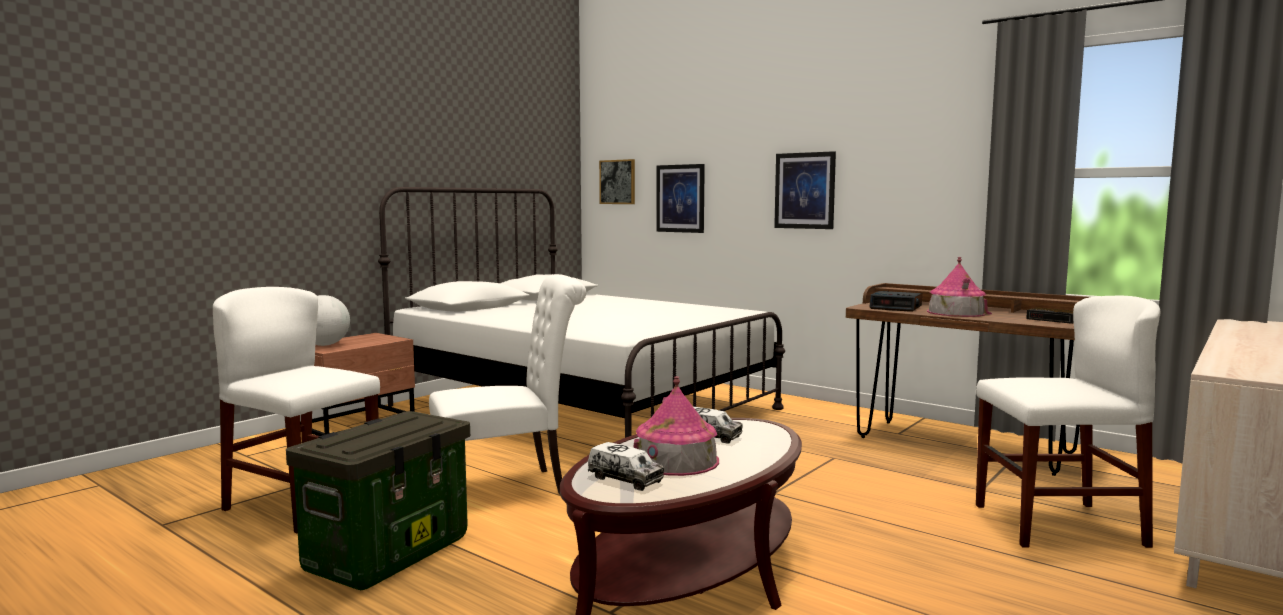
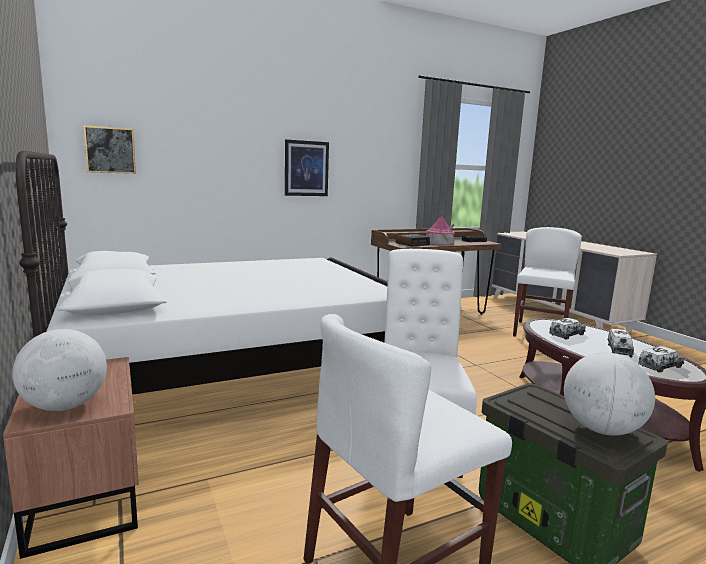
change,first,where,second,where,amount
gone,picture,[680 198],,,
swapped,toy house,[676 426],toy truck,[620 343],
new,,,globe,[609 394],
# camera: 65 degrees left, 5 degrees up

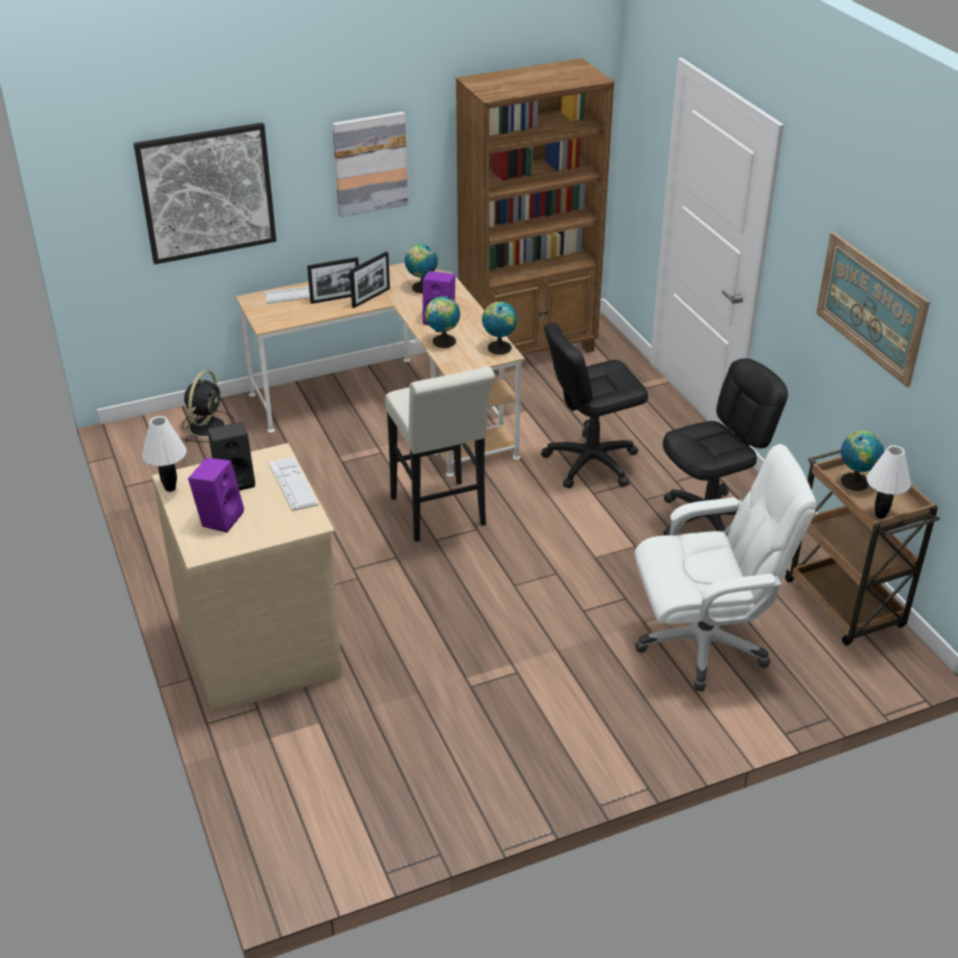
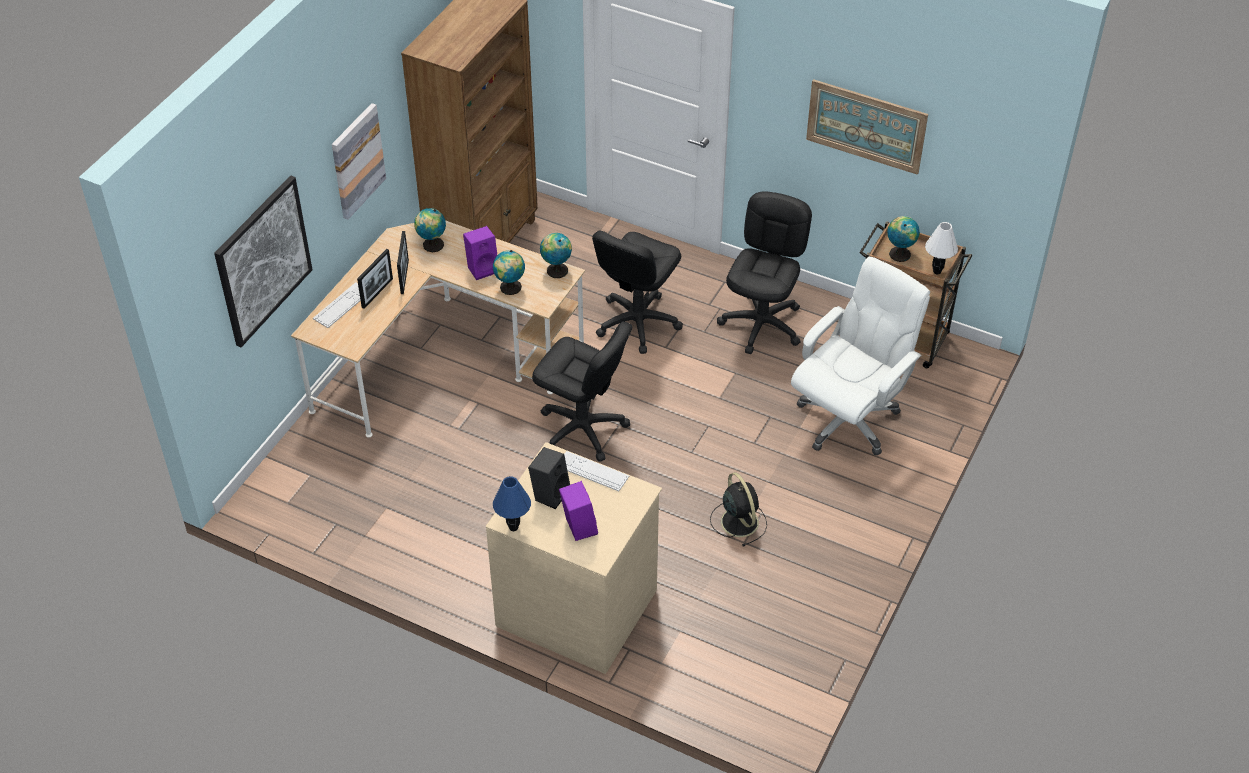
change,first,where,second,where,amount
swapped,stool (white),[440 454],office chair (black),[582 391],
shifted,fan (black),[208 406],,[738 509],
repainted,table lamp (white),[164 454],table lamp (blue),[512 503],
# camera: 40 degrees left, 10 degrees up

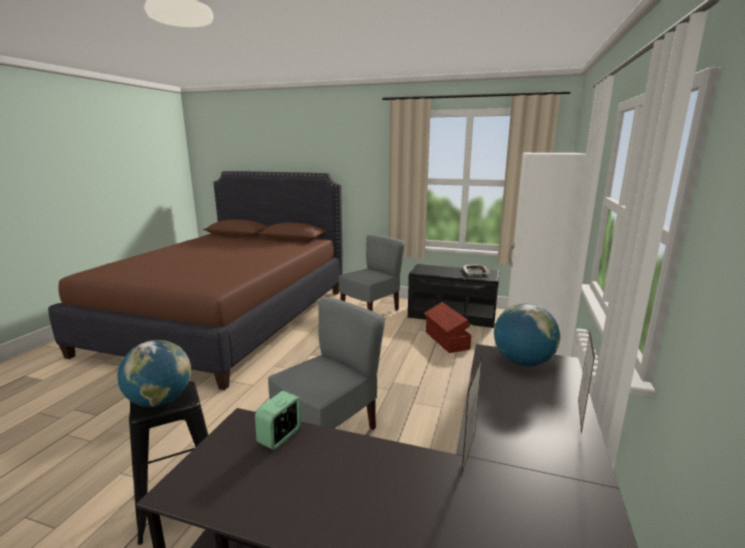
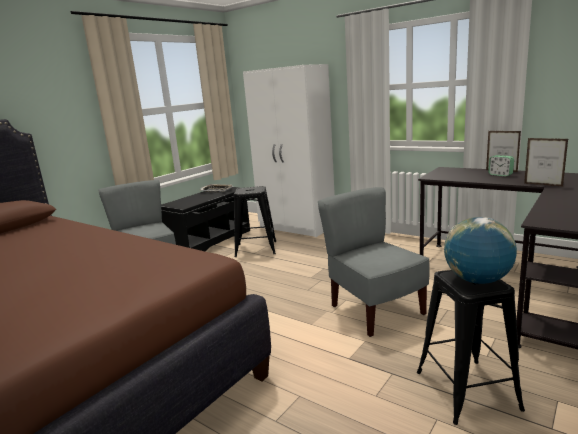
change,first,where,second,where,amount
swapped,storage box (brown),[447 327],stool (black),[255 221],
gone,globe,[527 334],,,
shifted,alarm clock,[278 420],,[501 165],
# camera: 70 degrees left, 0 degrees up

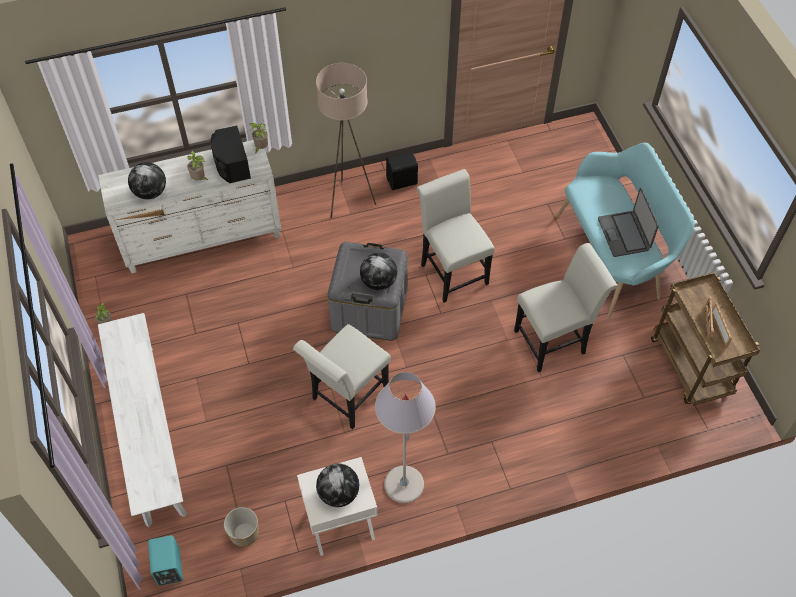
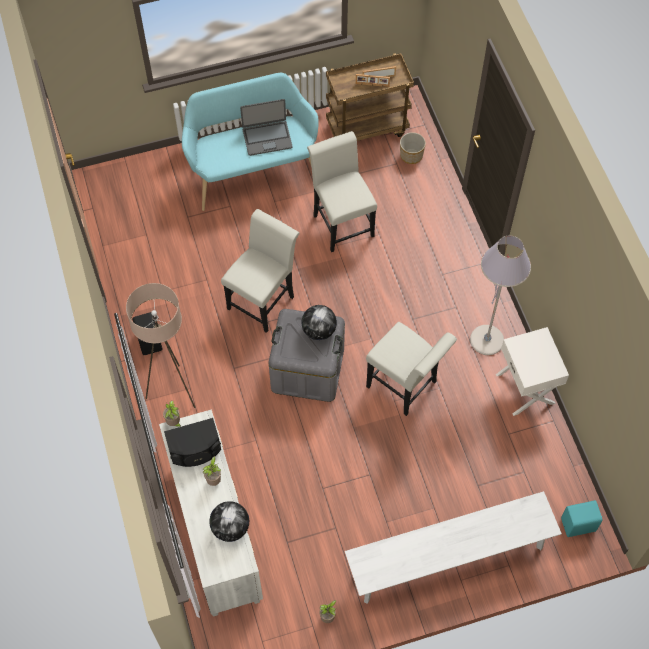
change,first,where,second,where,amount
rotated,chair (white),[456 236],,[260 271],150 degrees clockwise
gone,globe,[337 485],,,
shifted,planter,[241 527],,[413 148],
# camera: 90 degrees left, 5 degrees up

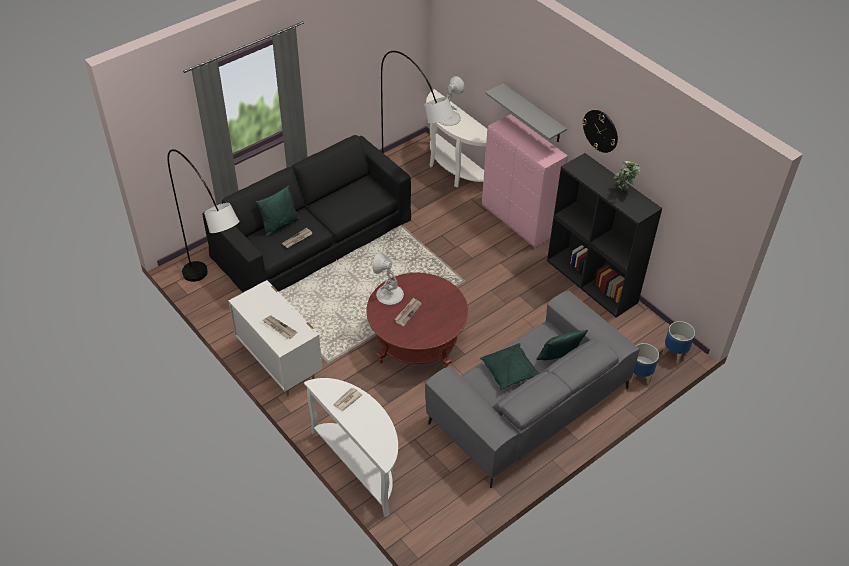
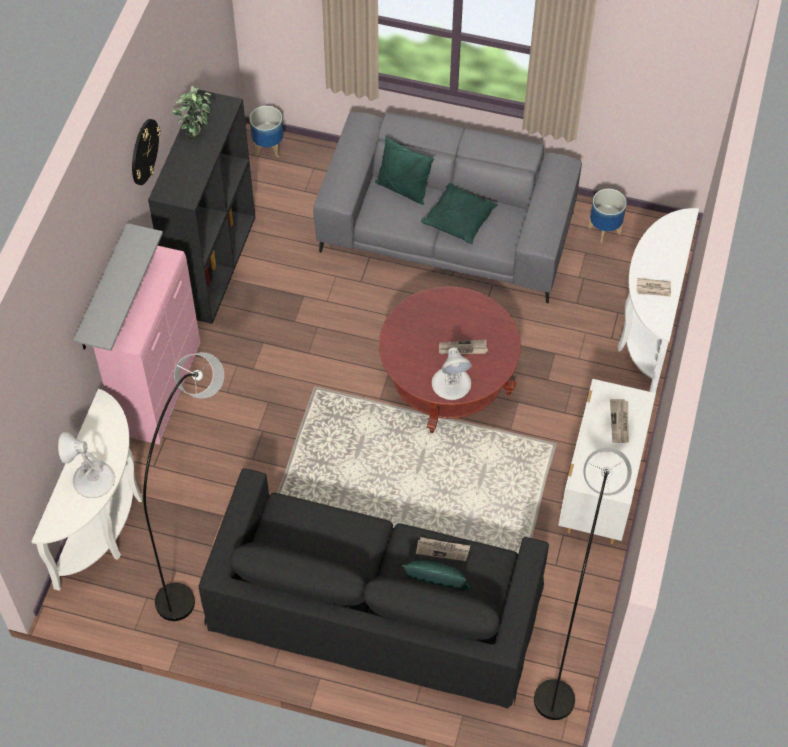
change,first,where,second,where,amount
shifted,planter,[644 364],,[607 216],
# camera: 125 degrees left, 10 degrees up

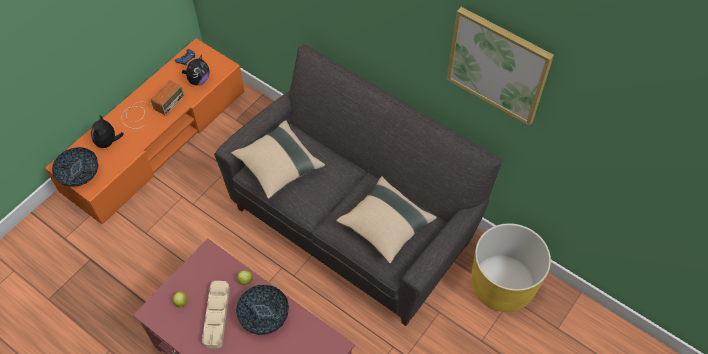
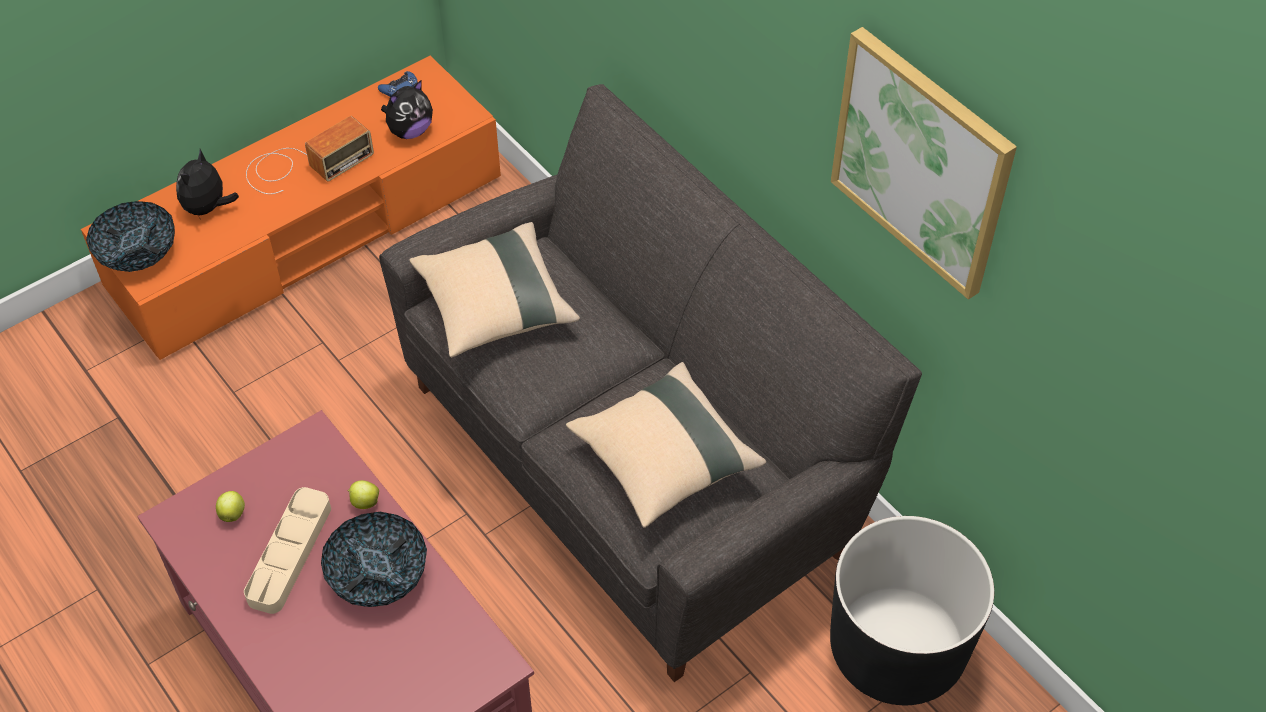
change,first,where,second,where,amount
repainted,planter (yellow),[511 267],planter (black),[912 610],
# camera: 15 degrees right, 5 degrees down

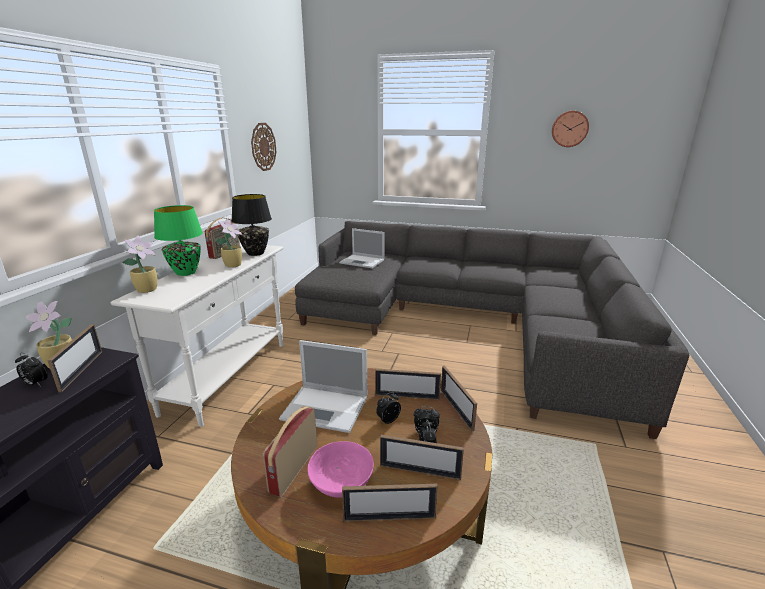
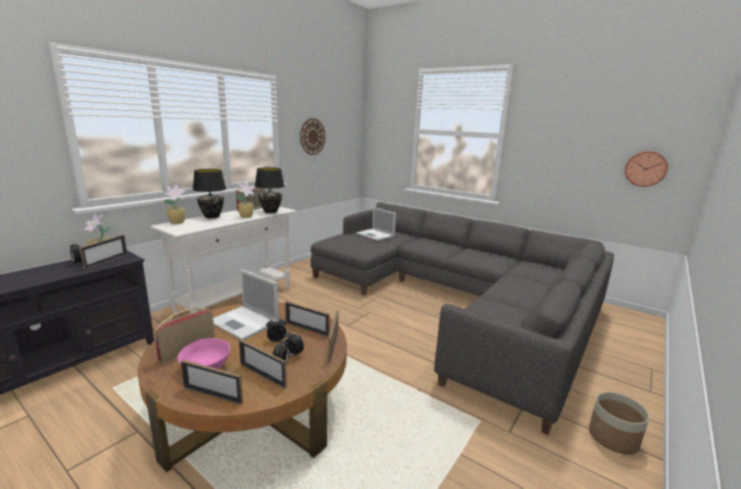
change,first,where,second,where,amount
shifted,wall clock,[570 129],,[646 169],
repainted,table lamp (green),[178 240],table lamp (black),[209 193],
new,,,planter,[619 423],
# camera: 20 degrees right, 5 degrees down

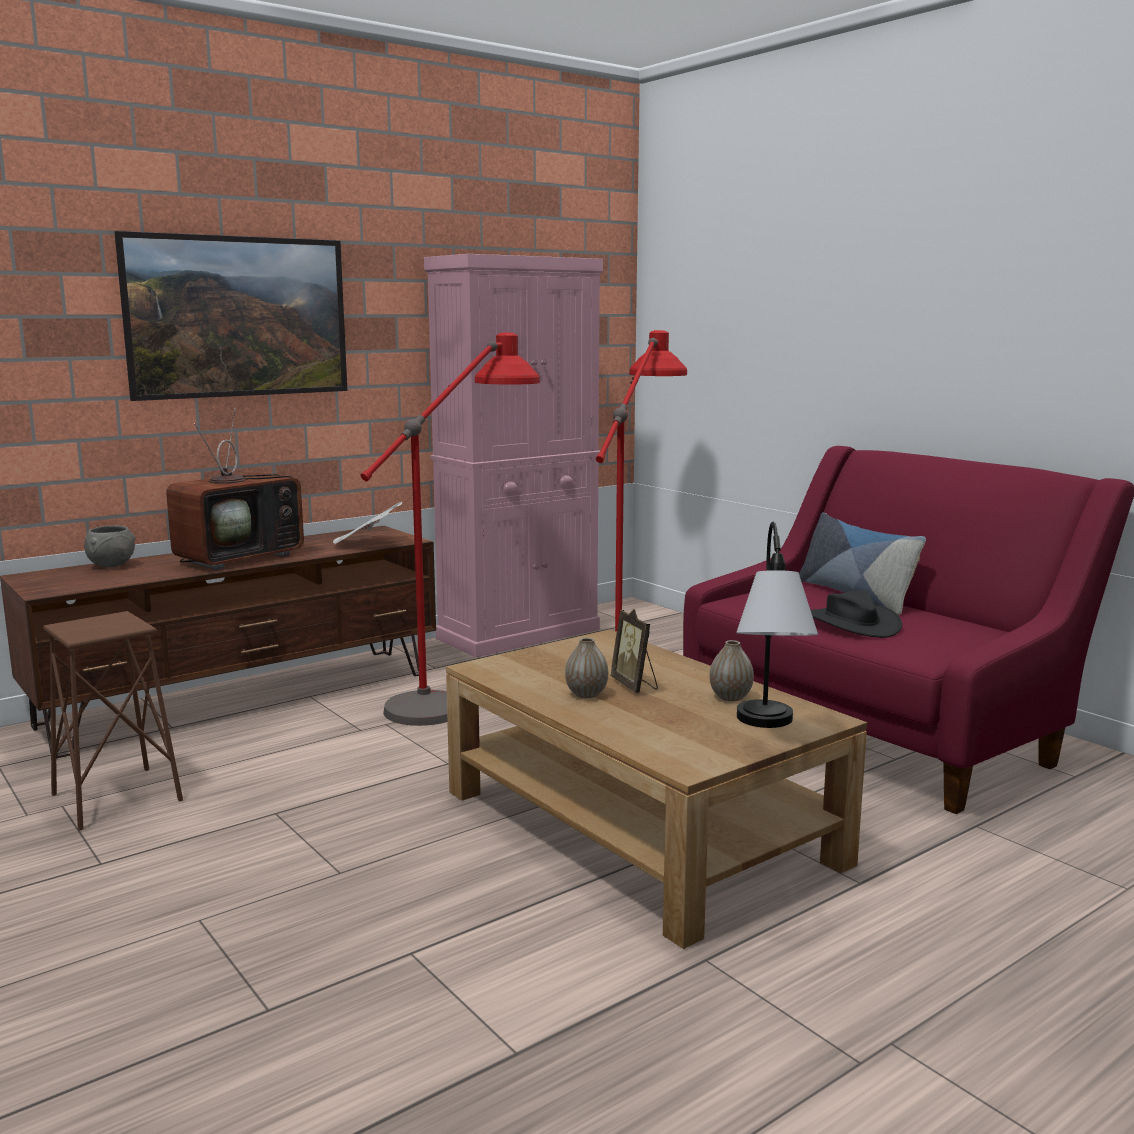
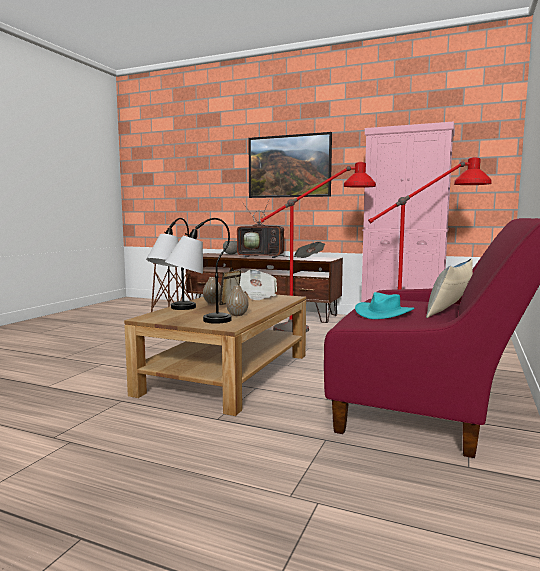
change,first,where,second,where,amount
repainted,hat (black),[856 614],hat (turquoise),[384 305],
new,,,table lamp,[171 264],
new,,,newspaper,[258 284],
# camera: 60 degrees right, 5 degrees down

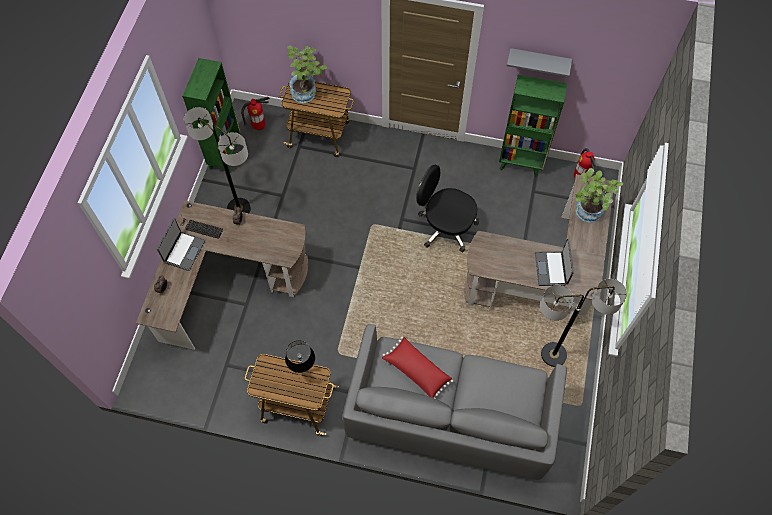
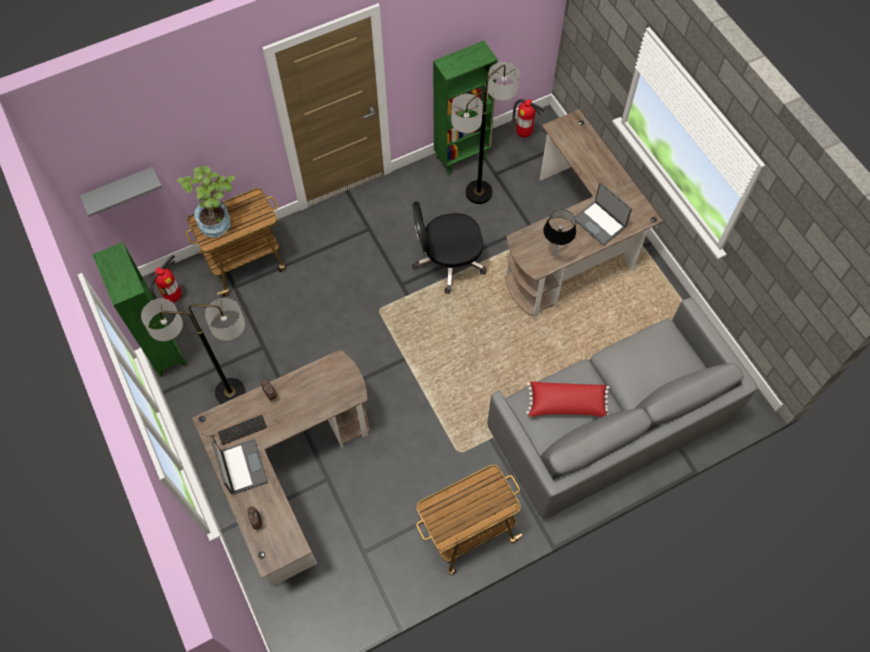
change,first,where,second,where,amount
shifted,shelf (grey),[539 62],,[121 191],
gone,potted plant,[599 195],,,
shifted,floor lamp,[583 323],,[485 133],
shifted,table lamp,[300 357],,[559 232],
# camera: 40 degrees left, 0 degrees up

